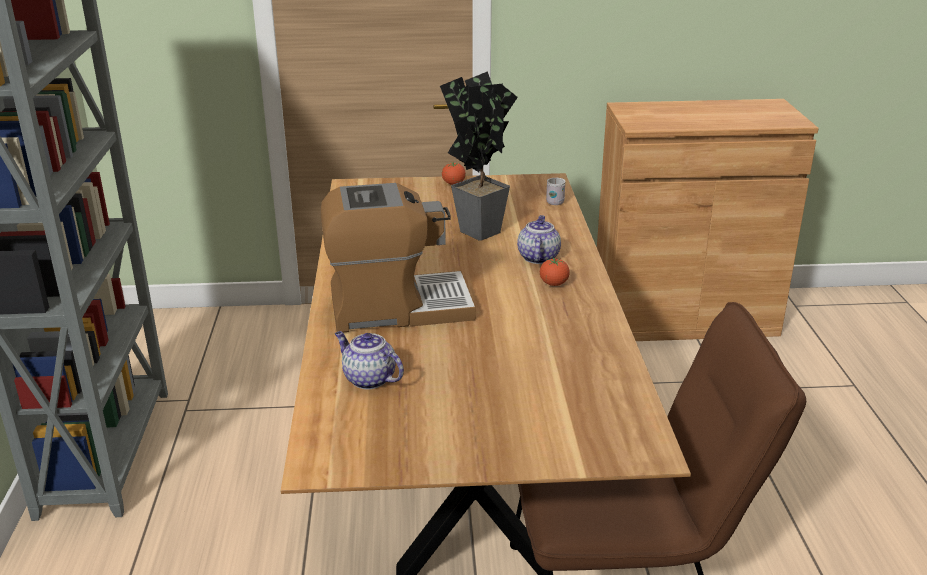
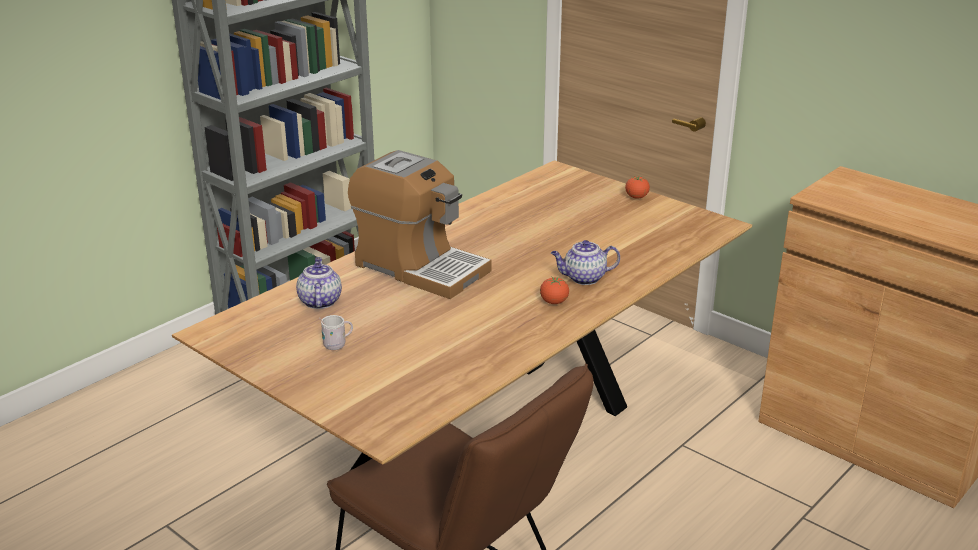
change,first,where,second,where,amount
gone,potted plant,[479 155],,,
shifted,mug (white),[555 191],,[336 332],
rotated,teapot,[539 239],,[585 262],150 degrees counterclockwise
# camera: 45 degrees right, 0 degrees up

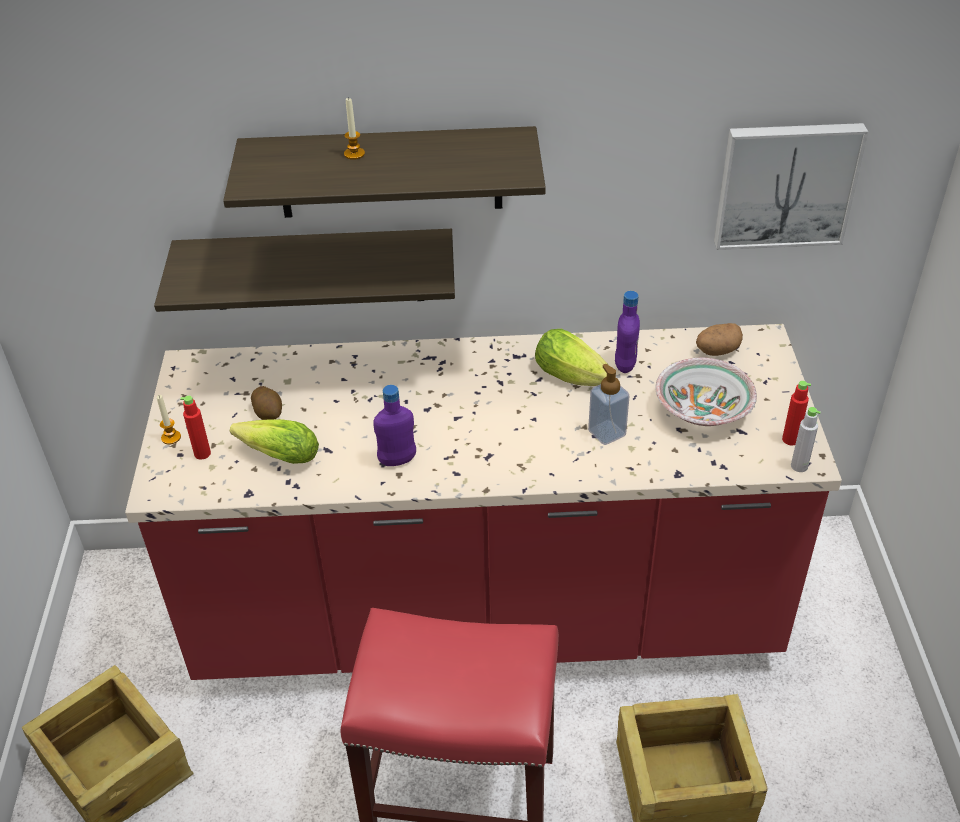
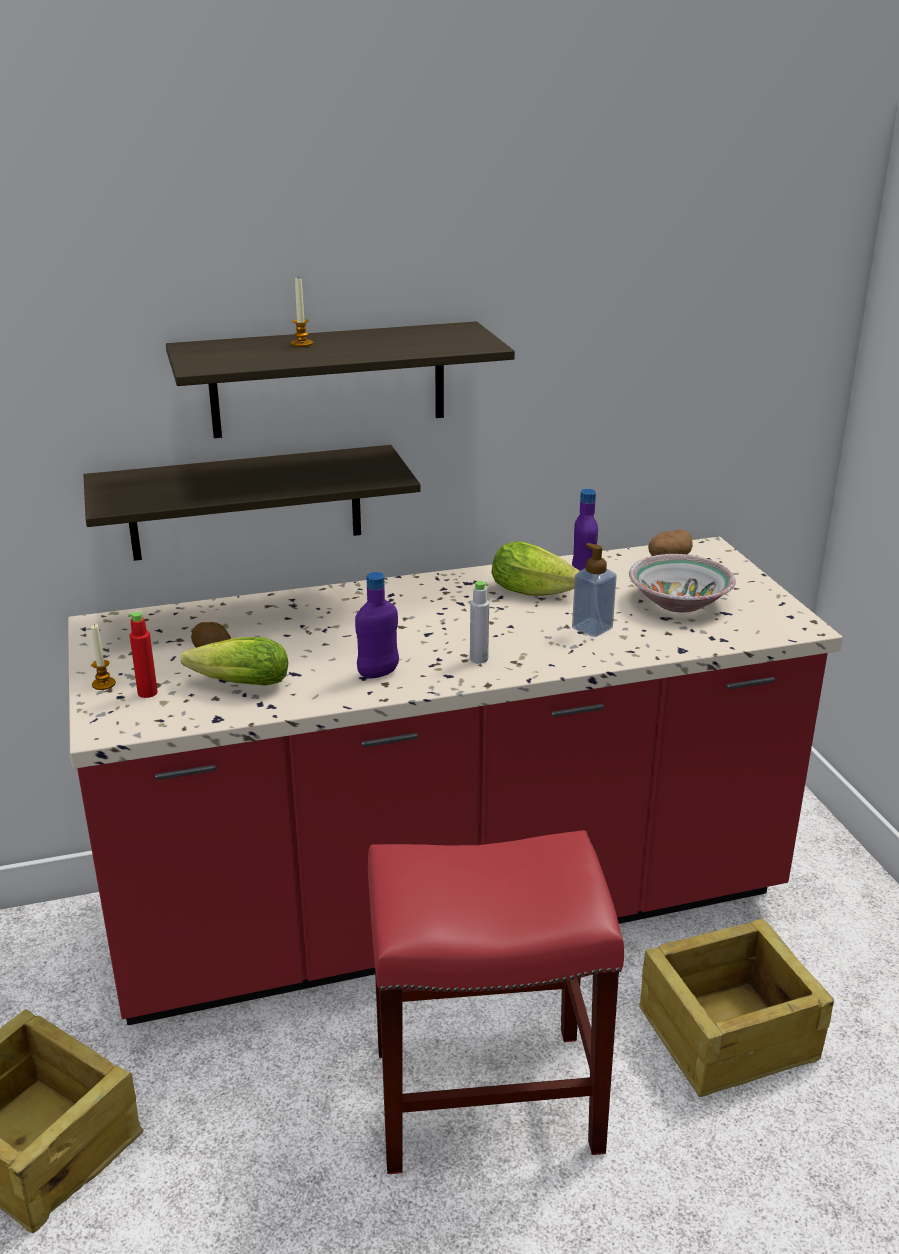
change,first,where,second,where,amount
gone,picture,[791 186],,,
gone,bottle (red),[796 413],,,
shifted,bottle (grey),[806 439],,[479 622],
# camera: 15 degrees left, 15 degrees down

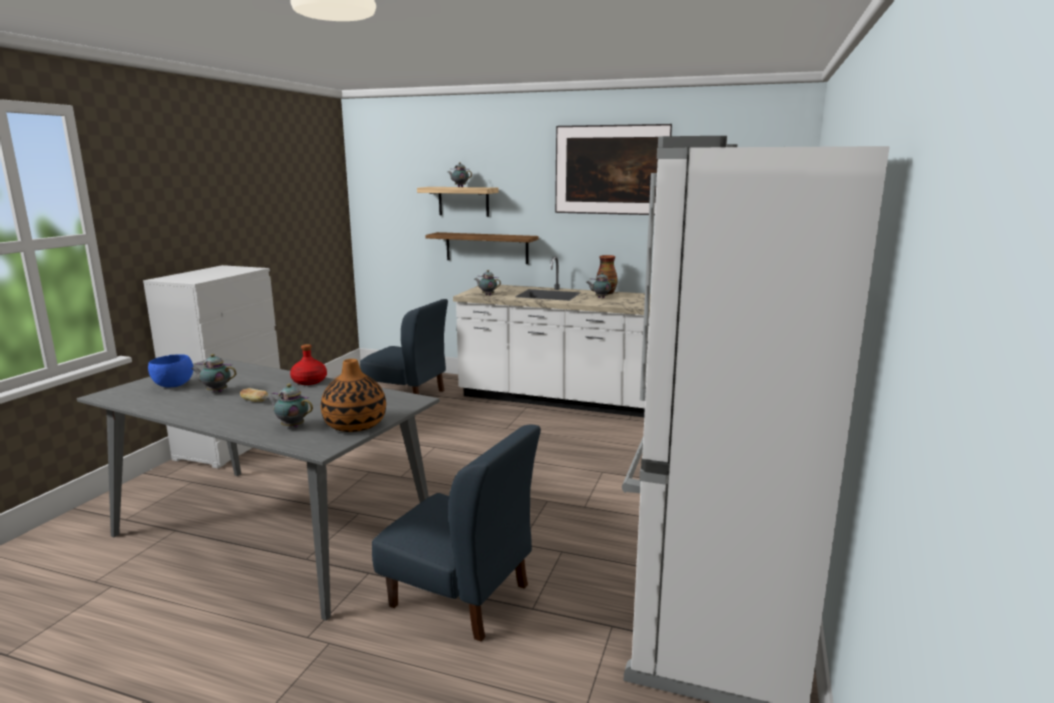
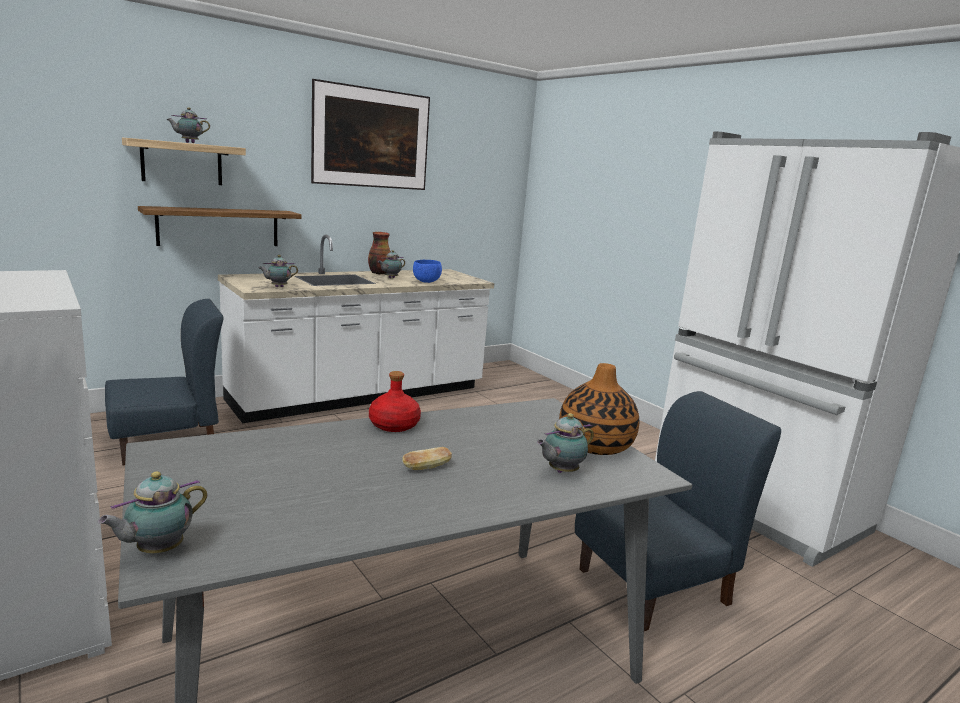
change,first,where,second,where,amount
shifted,bowl (blue),[170 370],,[427 271],
shifted,teapot,[213 373],,[152 512],
# camera: 55 degrees left, 0 degrees up

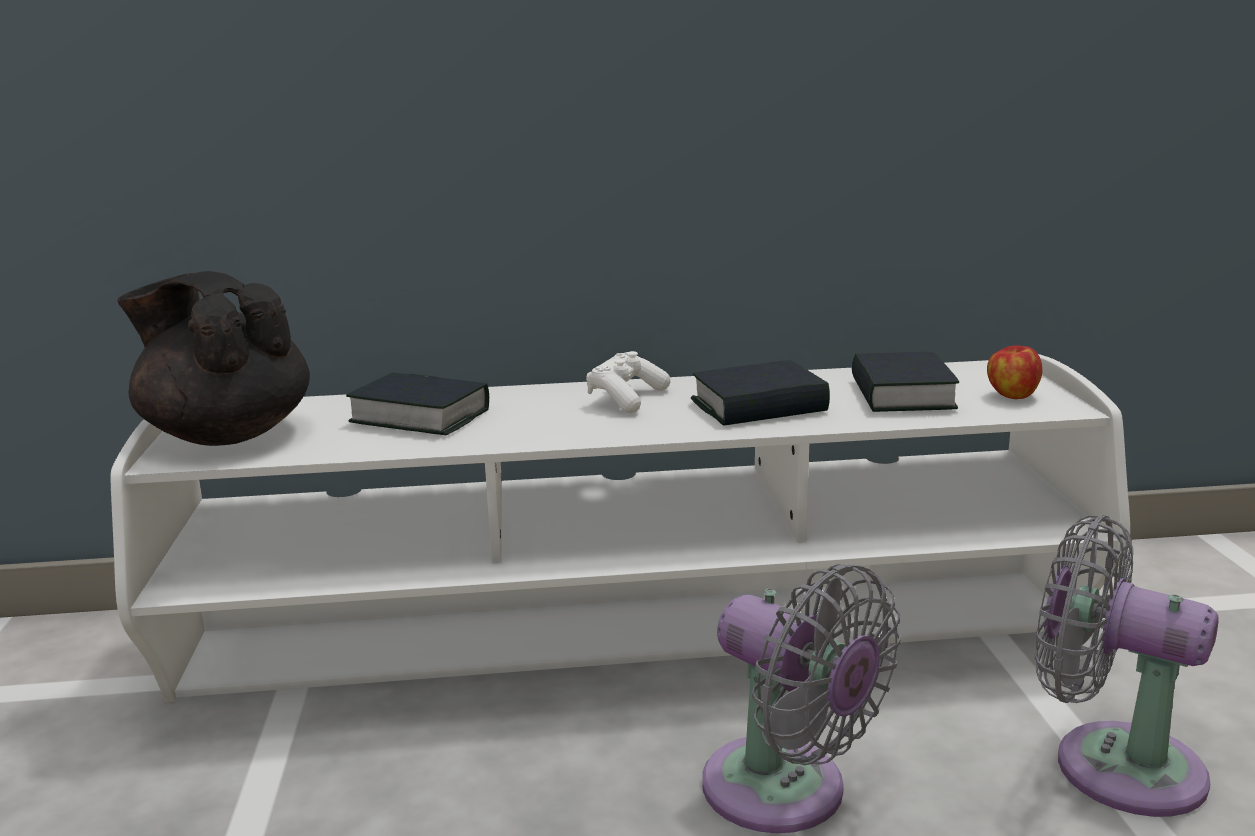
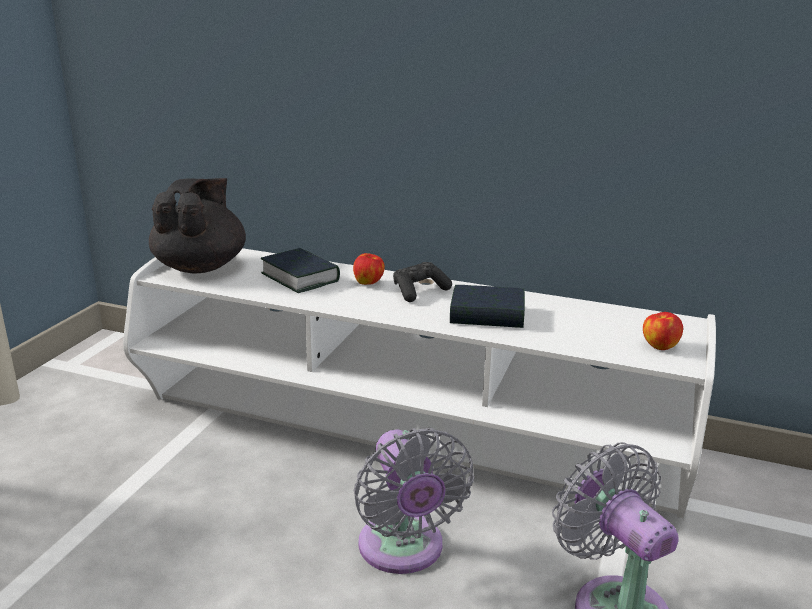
change,first,where,second,where,amount
rotated,teapot (black),[213 358],,[197 225],45 degrees clockwise
repainted,game controller (white),[628 382],game controller (black),[422 282],
gone,book,[905 382],,,
new,,,apple,[369 269],
# camera: 25 degrees right, 5 degrees up

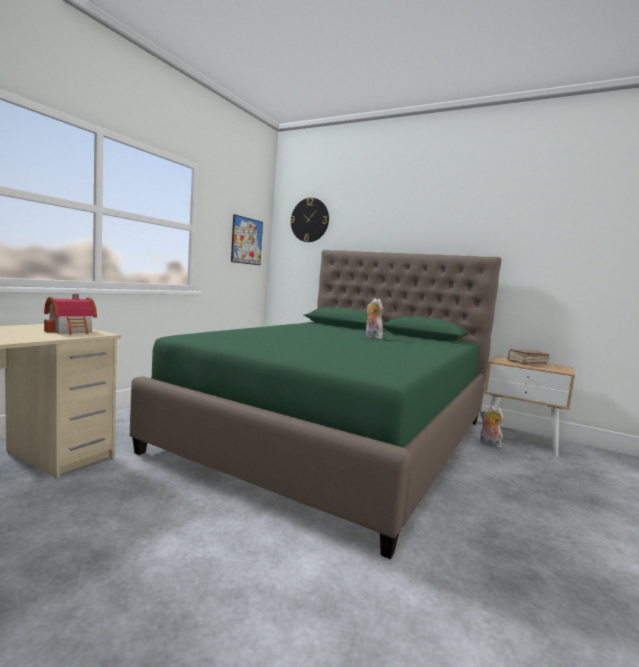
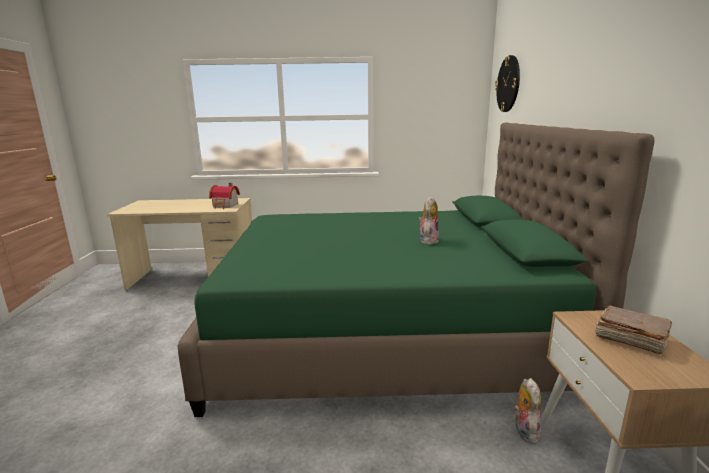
change,first,where,second,where,amount
gone,picture,[247 239],,,
# camera: 60 degrees right, 10 degrees up

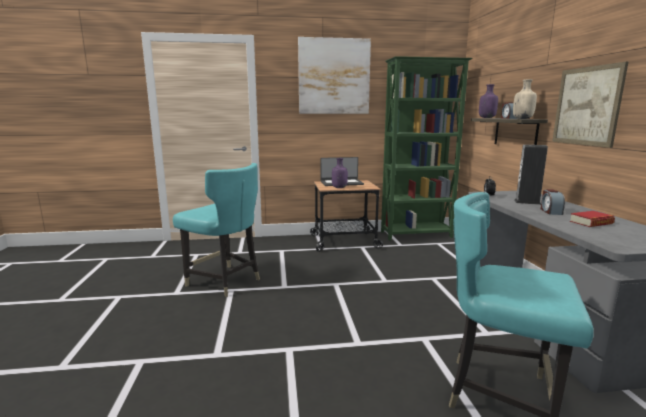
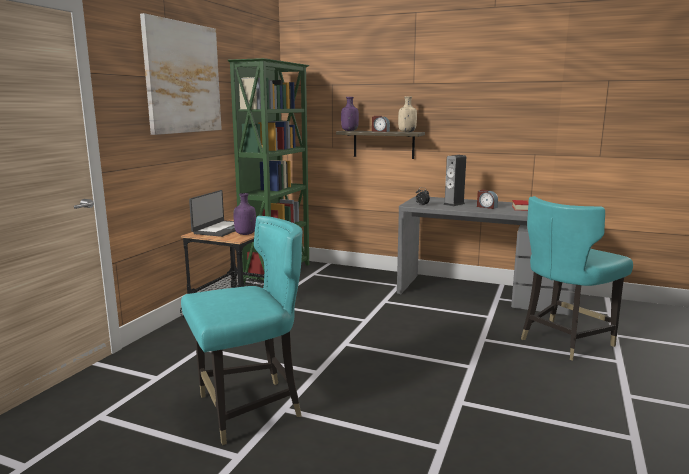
change,first,where,second,where,amount
gone,picture,[590 105],,,
# camera: 60 degrees left, 0 degrees up

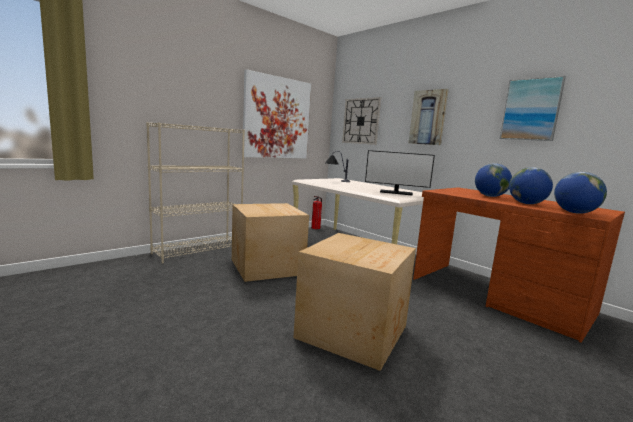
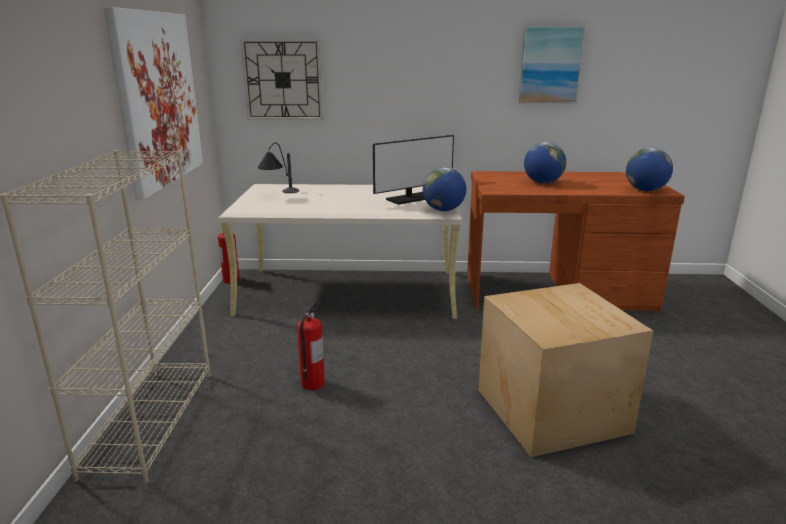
change,first,where,second,where,amount
gone,picture,[429 117],,,
shifted,globe,[531 185],,[444 189],
swapped,cardboard box,[270 242],fire extinguisher,[311 345],
# camera: 45 degrees left, 10 degrees up

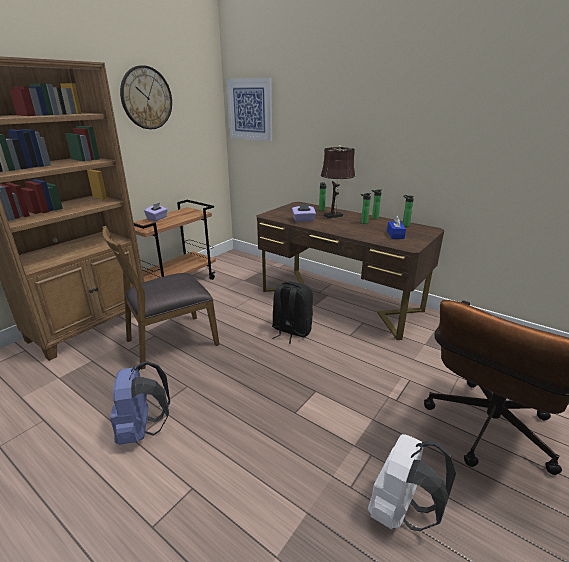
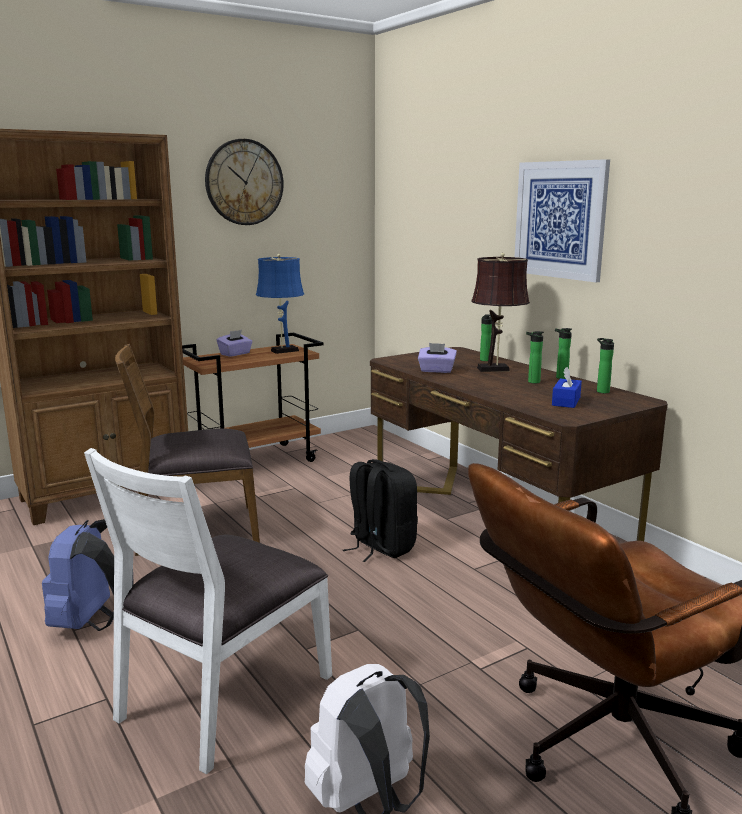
change,first,where,second,where,amount
shifted,picture,[249 109],,[562 220],
new,,,table lamp (blue),[280 304],
new,,,chair (white),[208 611],
# camera: 20 degrees right, 10 degrees down

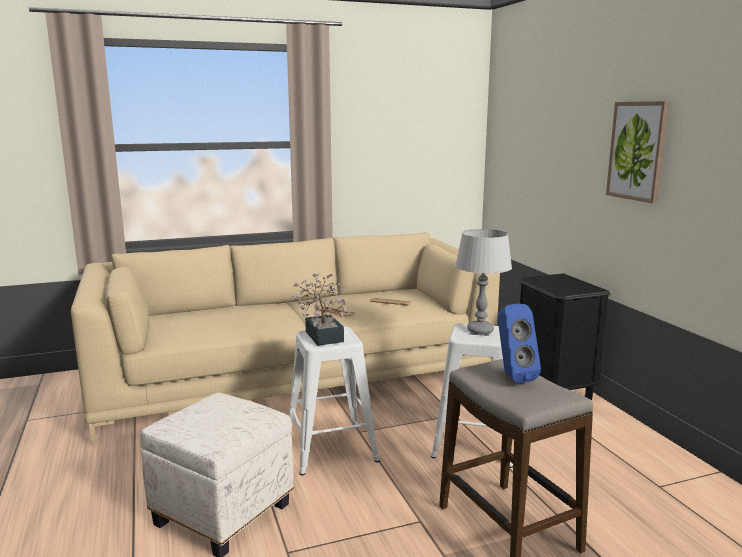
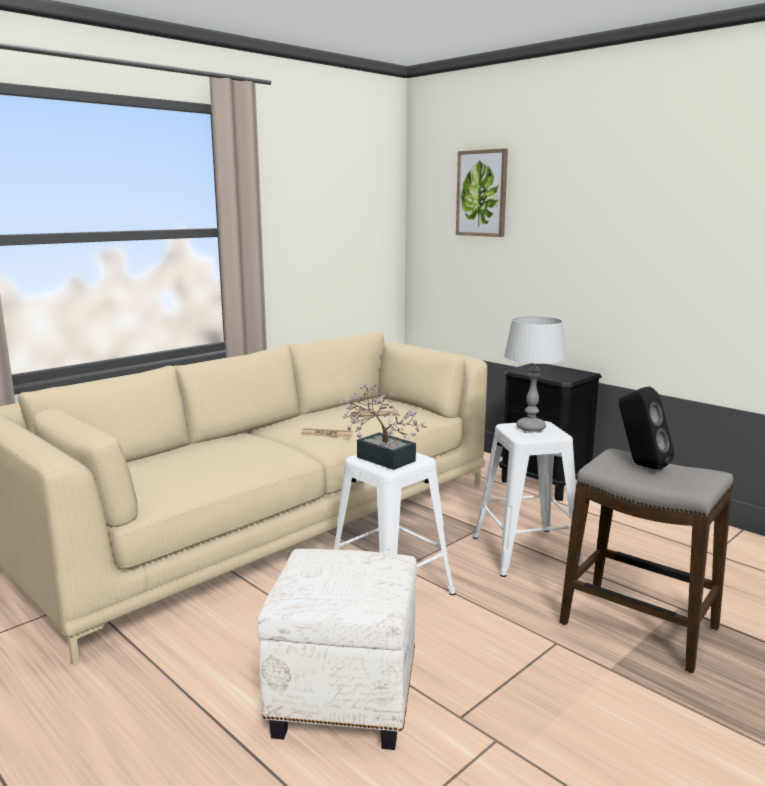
change,first,where,second,where,amount
shifted,picture,[638 152],,[482 193],
repainted,speaker (blue),[519 343],speaker (black),[646 428],
# camera: 25 degrees left, 0 degrees up

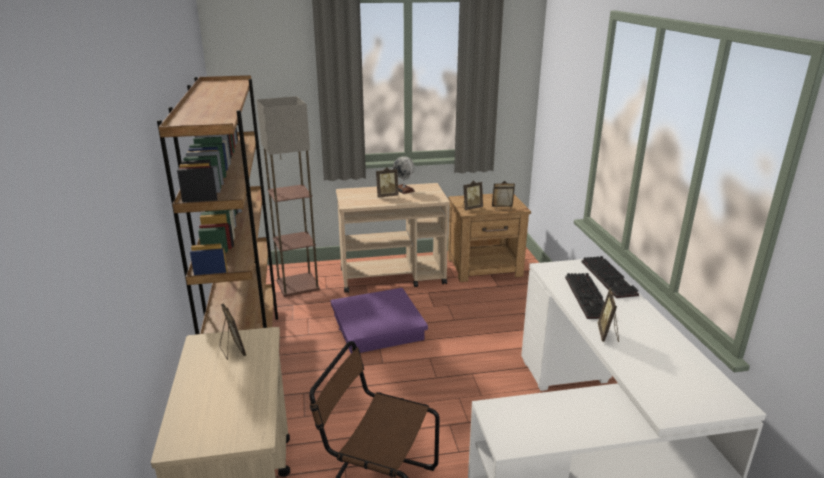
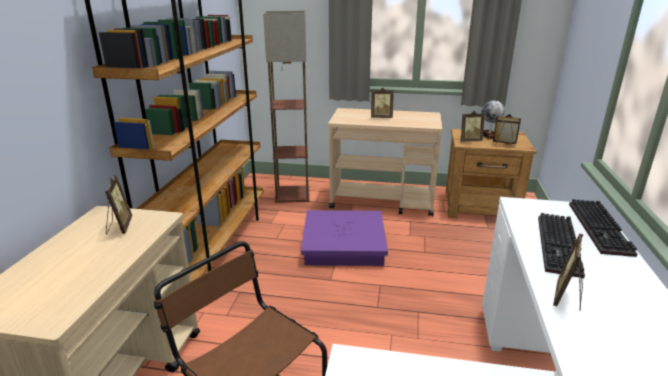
change,first,where,second,where,amount
shifted,globe,[404 175],,[493 120],
# camera: 20 degrees right, 0 degrees up

